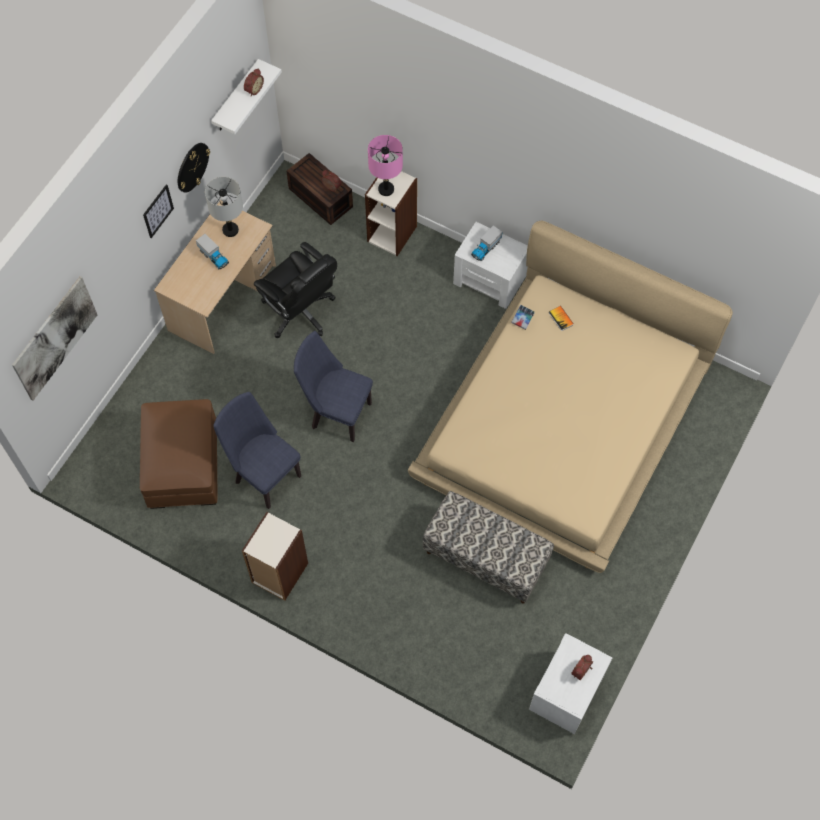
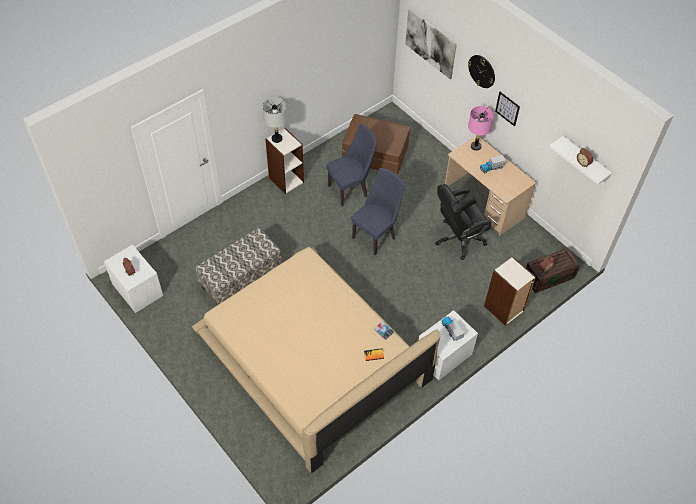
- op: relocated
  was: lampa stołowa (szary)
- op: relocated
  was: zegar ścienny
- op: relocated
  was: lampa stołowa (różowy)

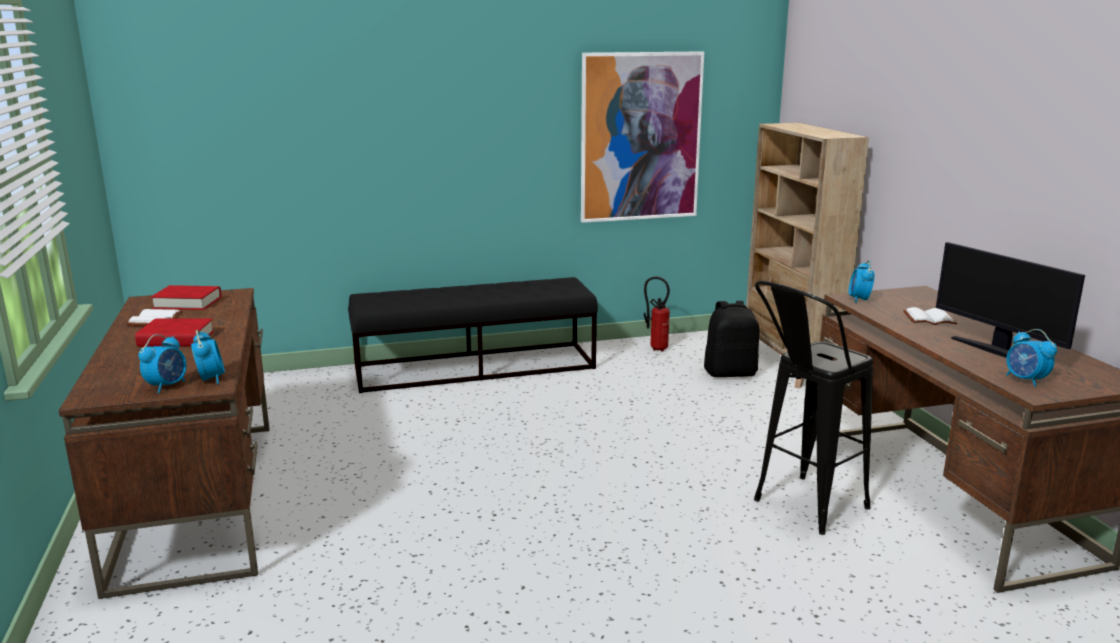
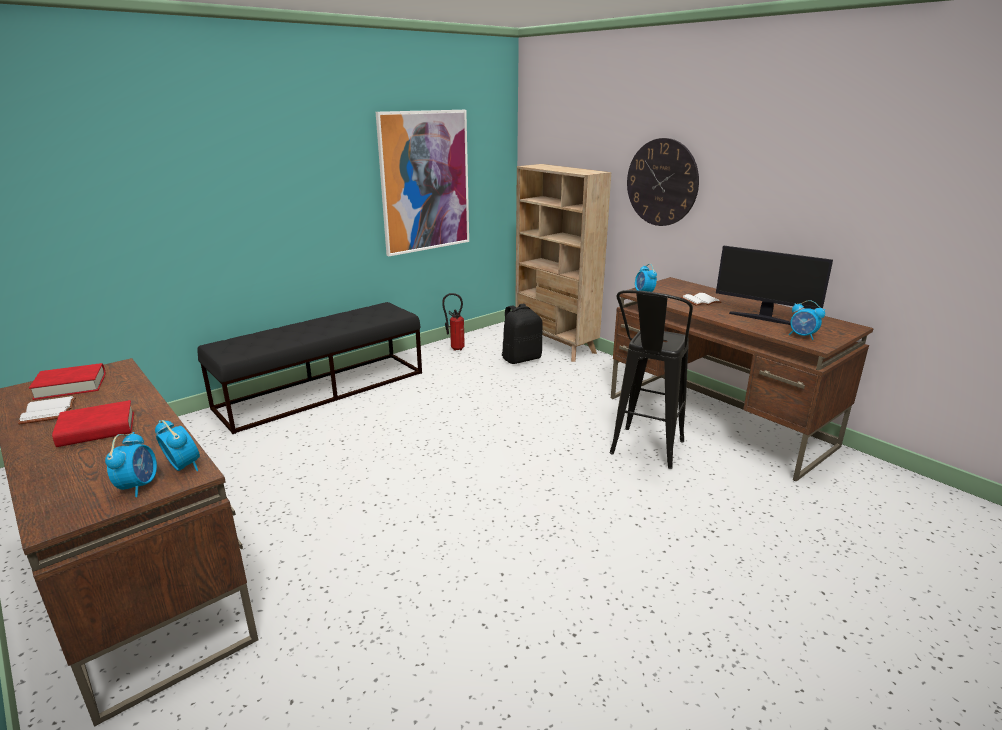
- op: appeared
  now: zegar ścienny

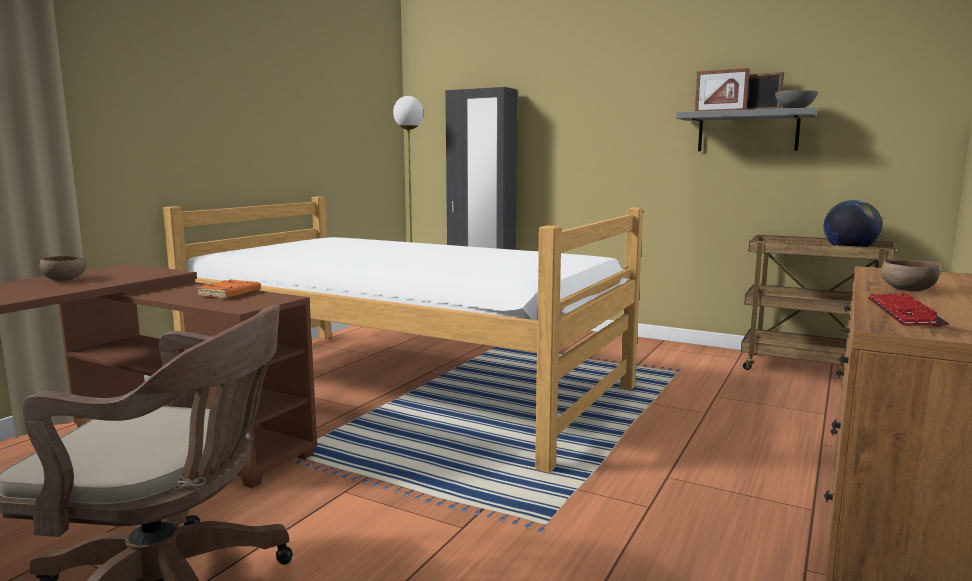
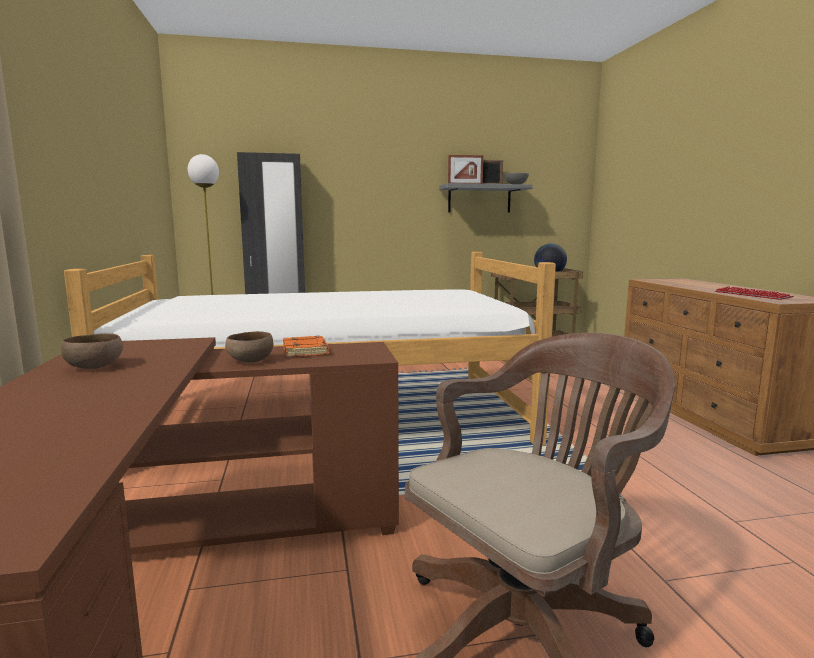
- op: relocated
  was: miska (brązowy) (no. 2 from left)

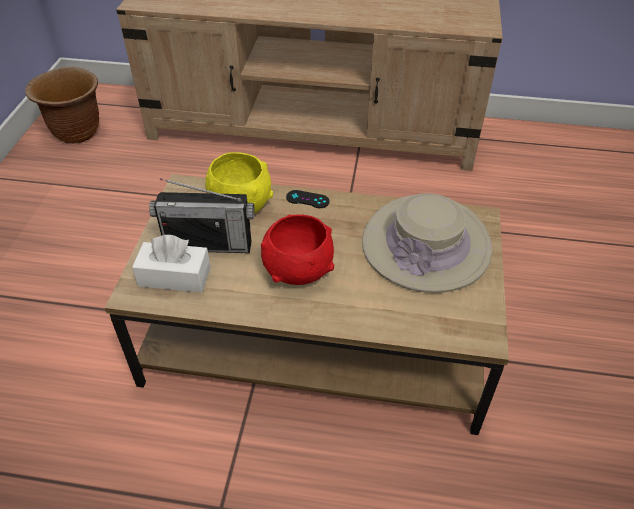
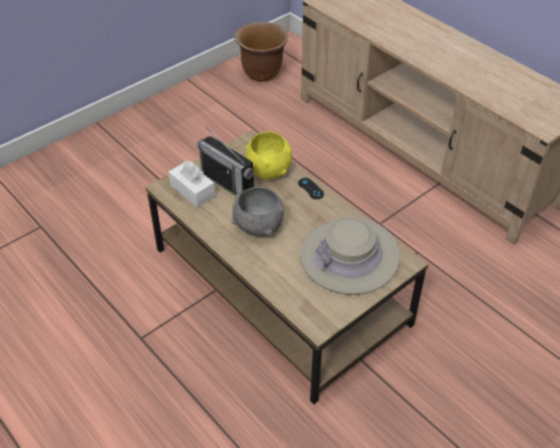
- op: colour
  was: miska (czerwony)
  now: miska (szary)

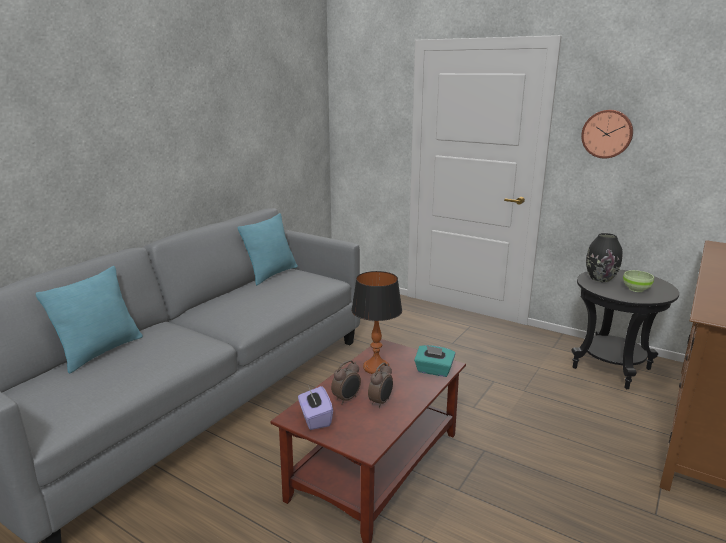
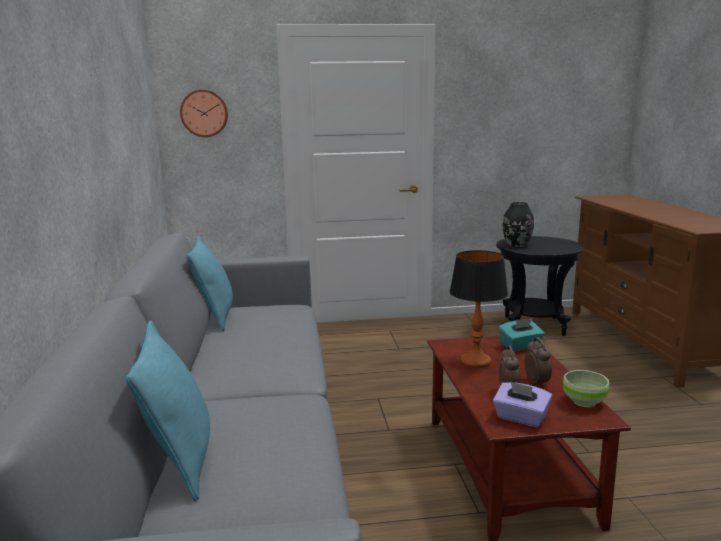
- op: relocated
  was: zegar ścienny
- op: relocated
  was: miska (zielony)

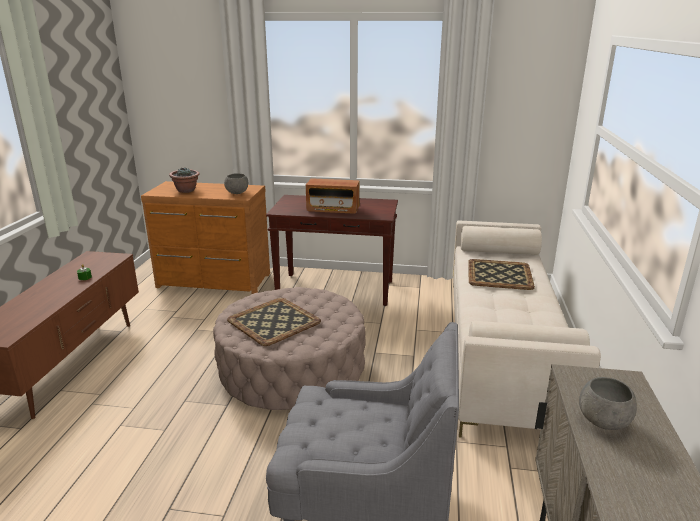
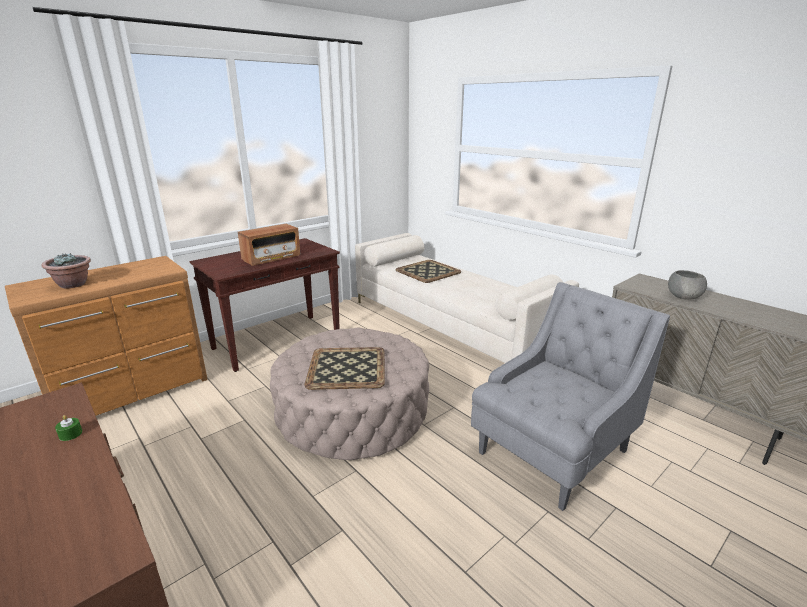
- op: missing
  was: miska (szary) (no. 1 from left)

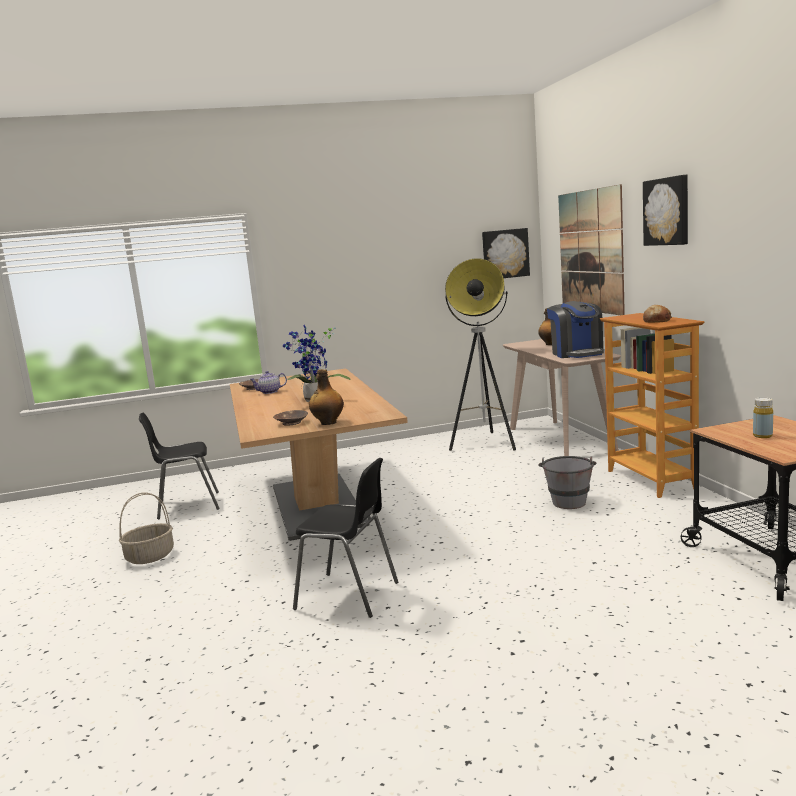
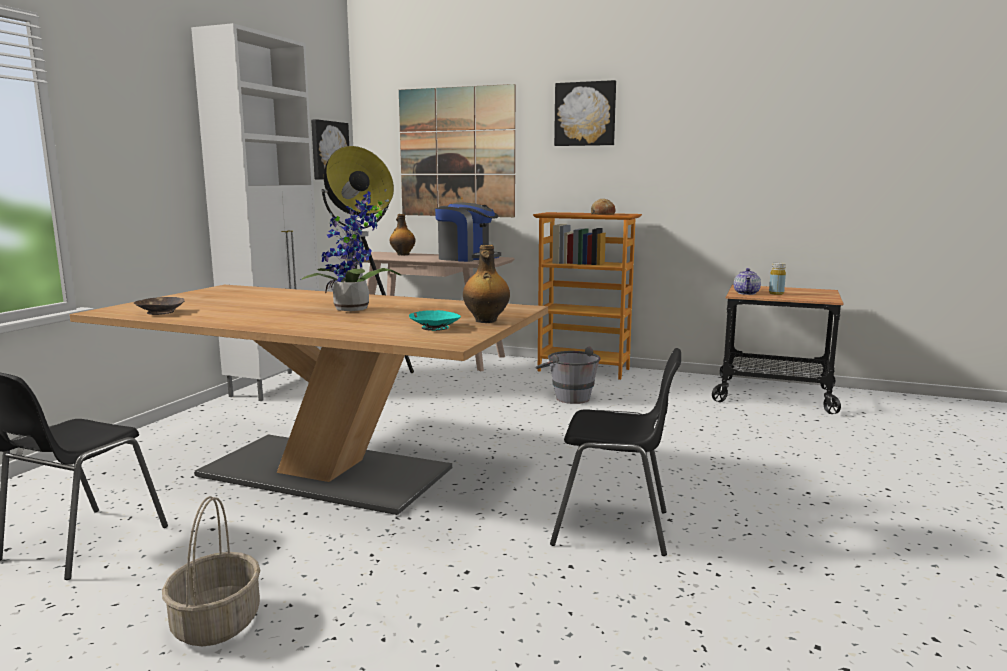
- op: appeared
  now: szafka (biały)
- op: colour
  was: miska (brązowy) (no. 2 from left)
  now: miska (turkusowy)
- op: spun
  was: krzesło (czarny) (no. 2 from left)
  clockwise: 45
- op: relocated
  was: imbryk

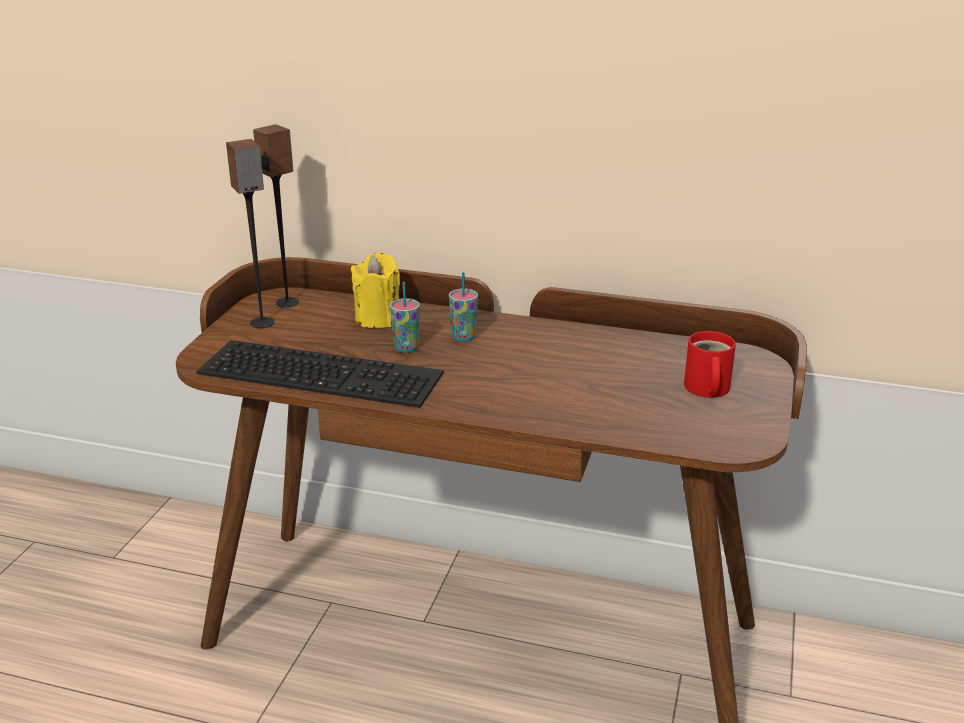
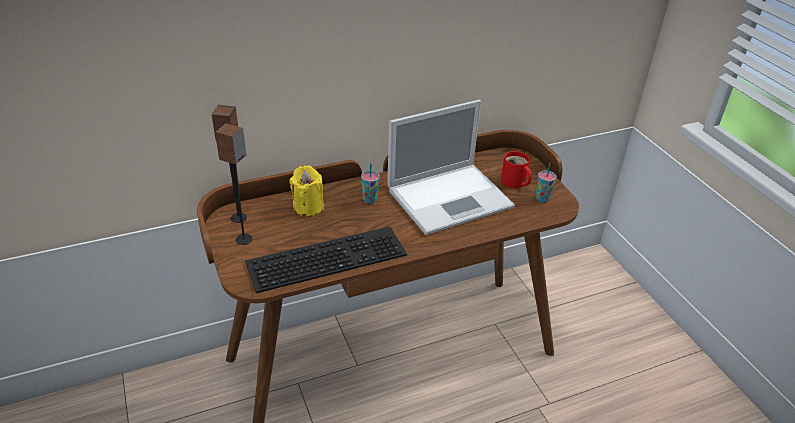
- op: appeared
  now: laptop
- op: relocated
  was: filiżanka (no. 1 from left in the first image)
  now: filiżanka (no. 2 from left)

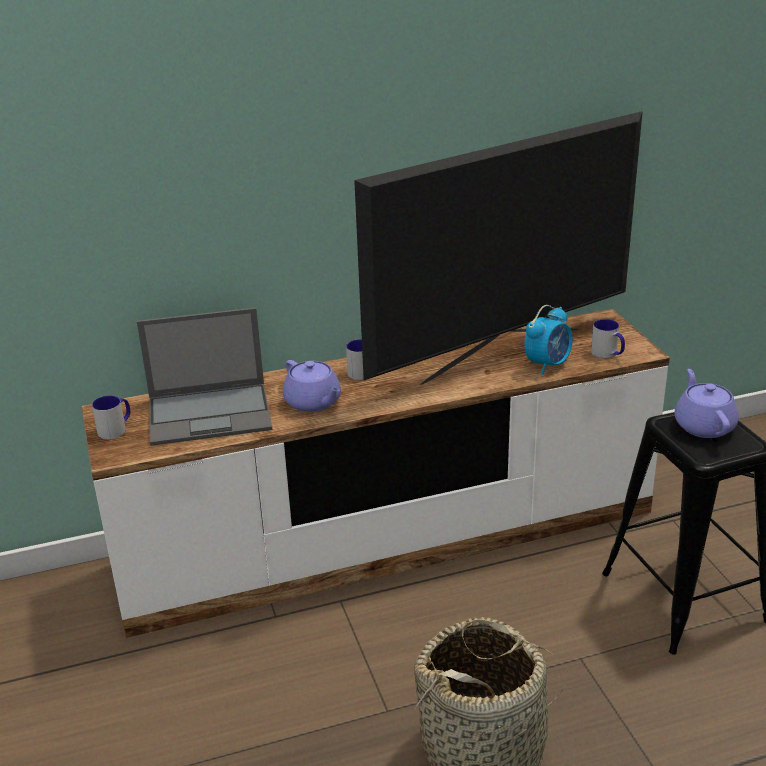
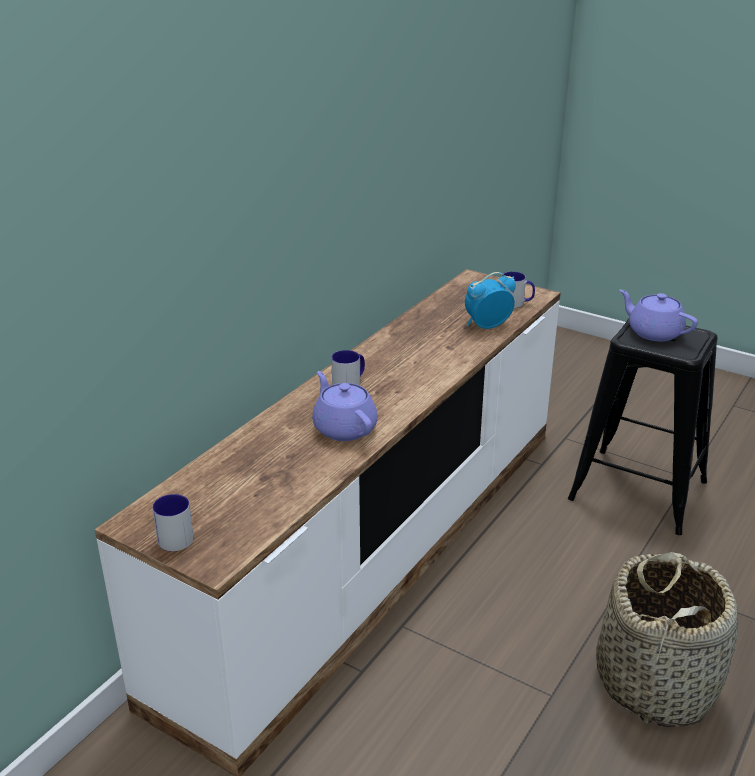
- op: spun
  was: imbryk (fioletowy) (no. 1 from left)
  clockwise: -135
- op: spun
  was: budzik
  clockwise: -120
- op: missing
  was: laptop
- op: missing
  was: telewizor

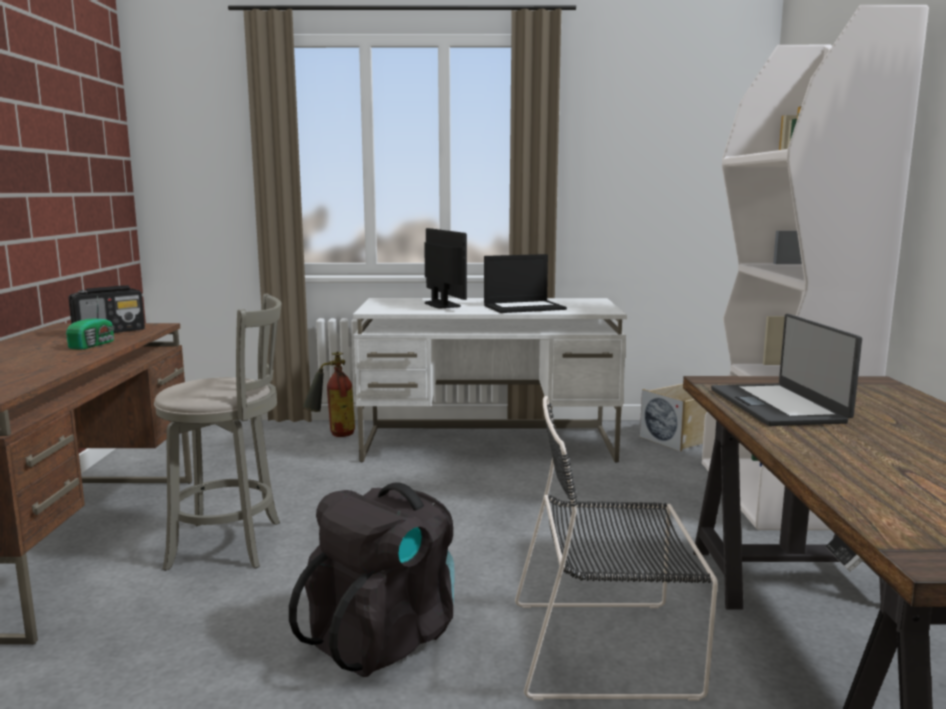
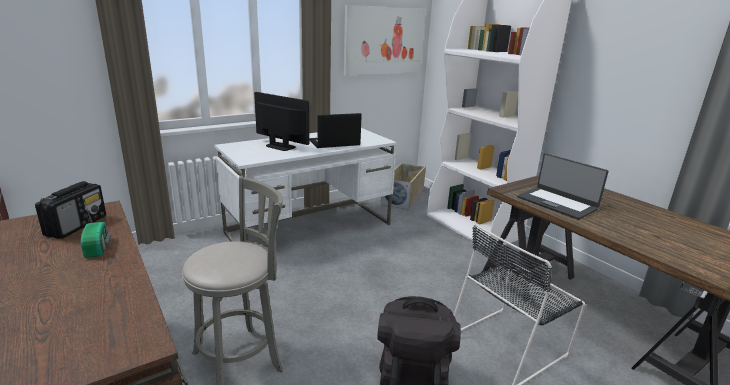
- op: spun
  was: laptop (no. 1 from left)
  clockwise: -150
- op: appeared
  now: obraz
- op: missing
  was: gaśnica

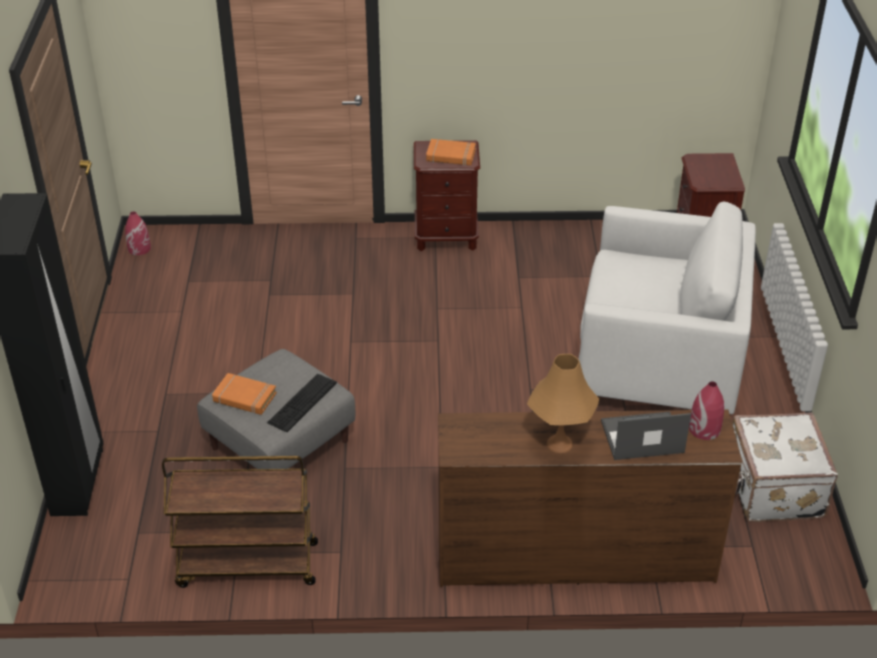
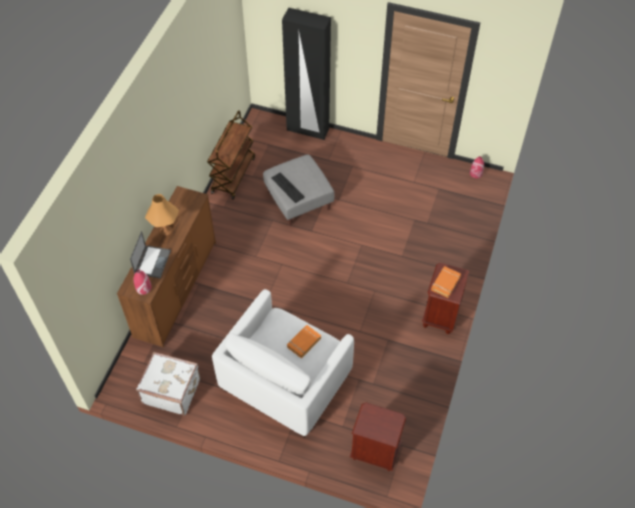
- op: relocated
  was: książka (pomarańczowy) (no. 1 from left)

